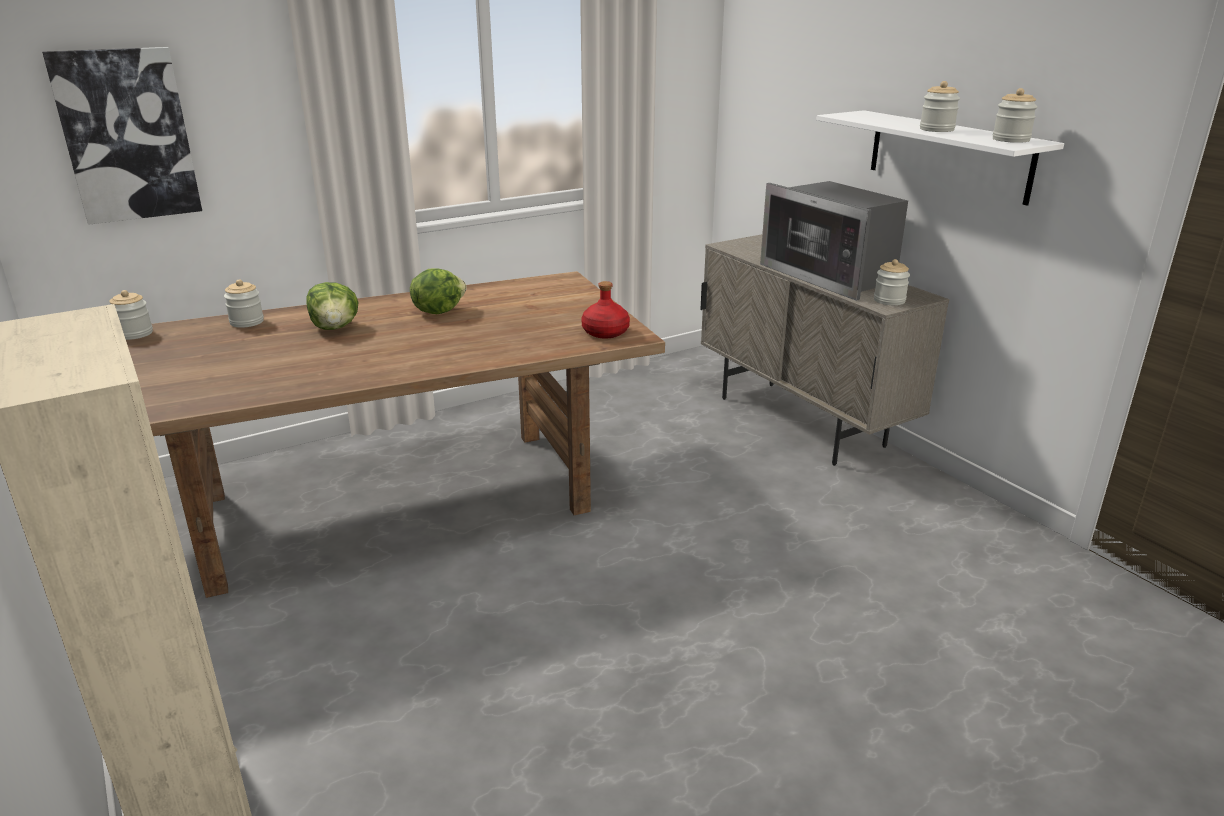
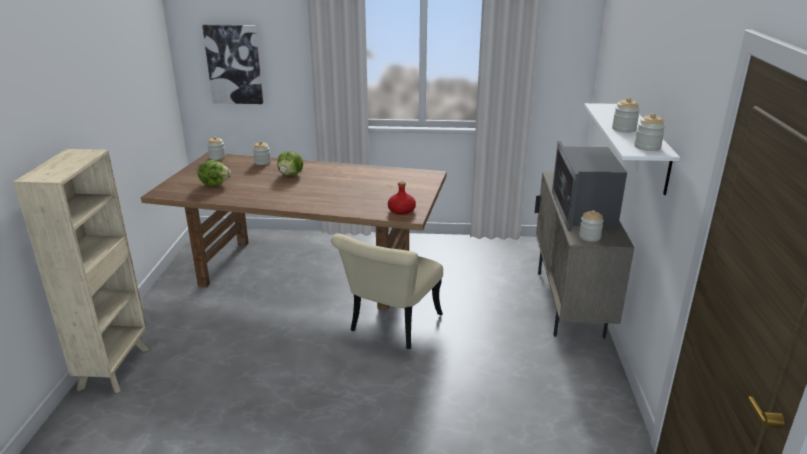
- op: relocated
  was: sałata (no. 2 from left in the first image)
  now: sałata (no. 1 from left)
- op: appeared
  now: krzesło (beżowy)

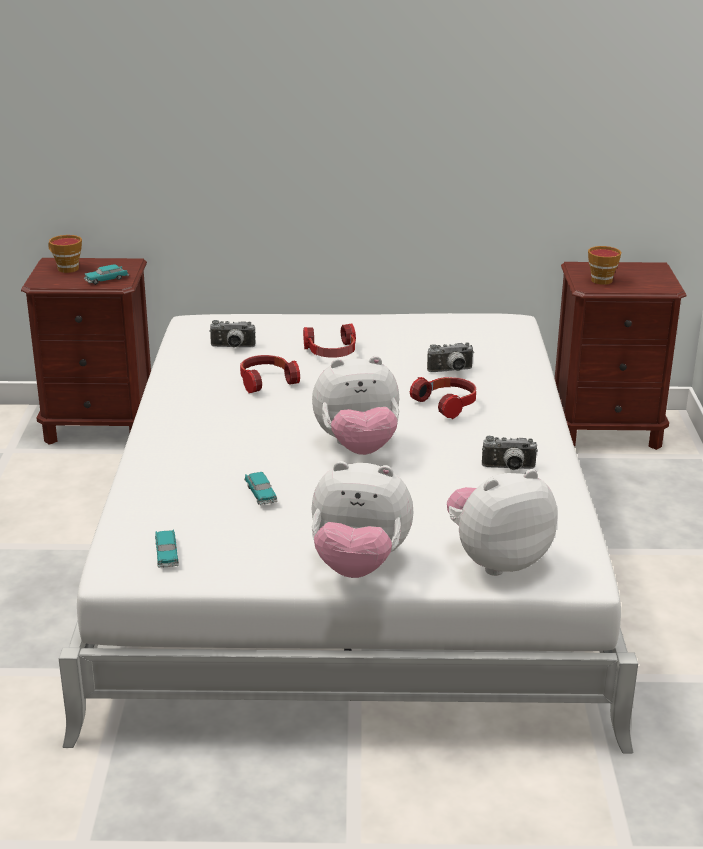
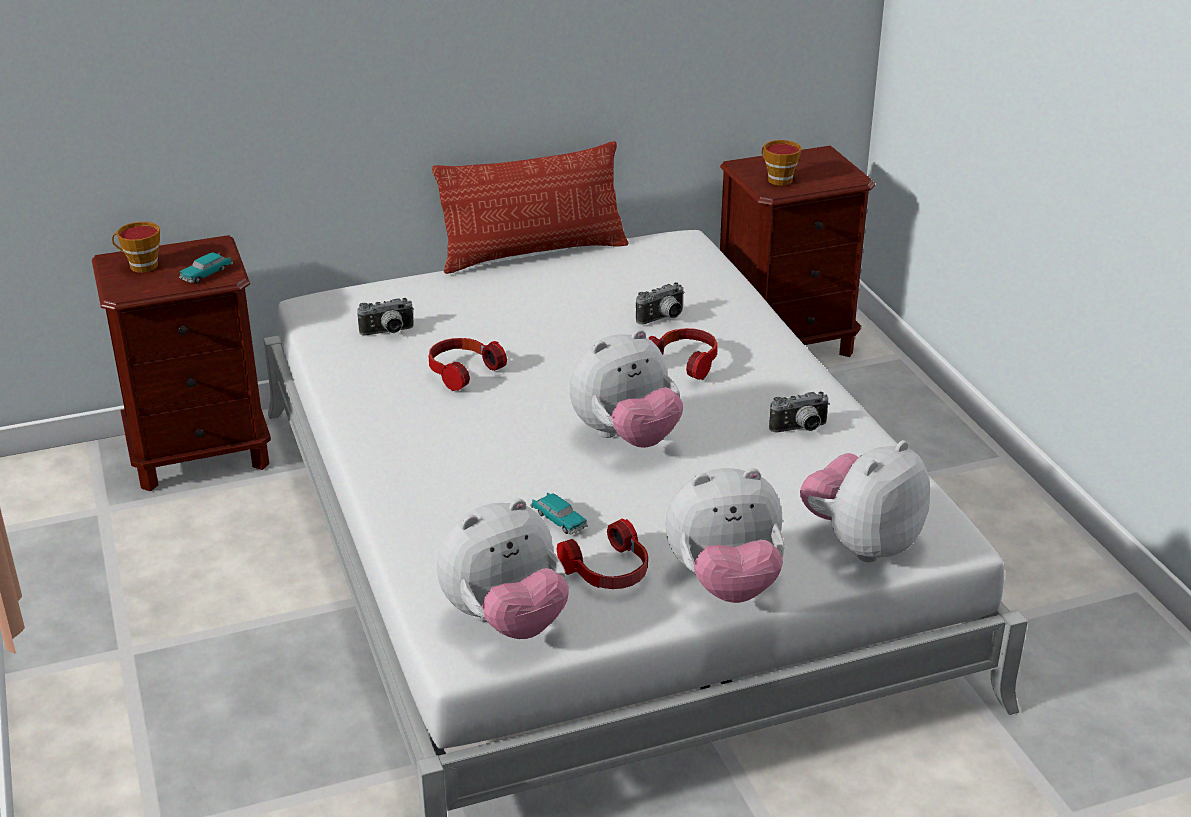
- op: appeared
  now: poduszka
- op: exchanged
  was: samochodzik (no. 2 from left)
  now: pluszak (no. 1 from left)
- op: relocated
  was: słuchawki (no. 2 from left)

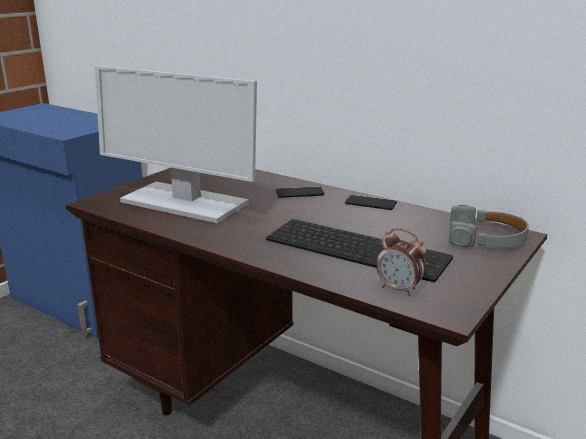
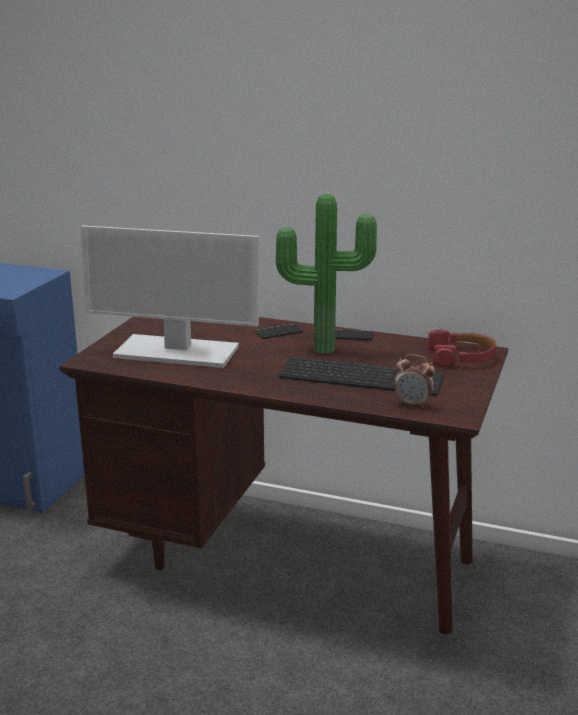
- op: appeared
  now: roślina doniczkowa
- op: colour
  was: słuchawki (szary)
  now: słuchawki (czerwony)

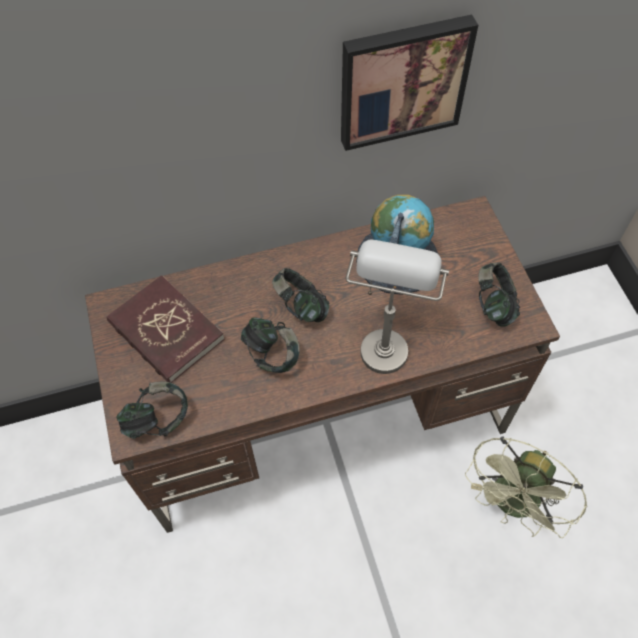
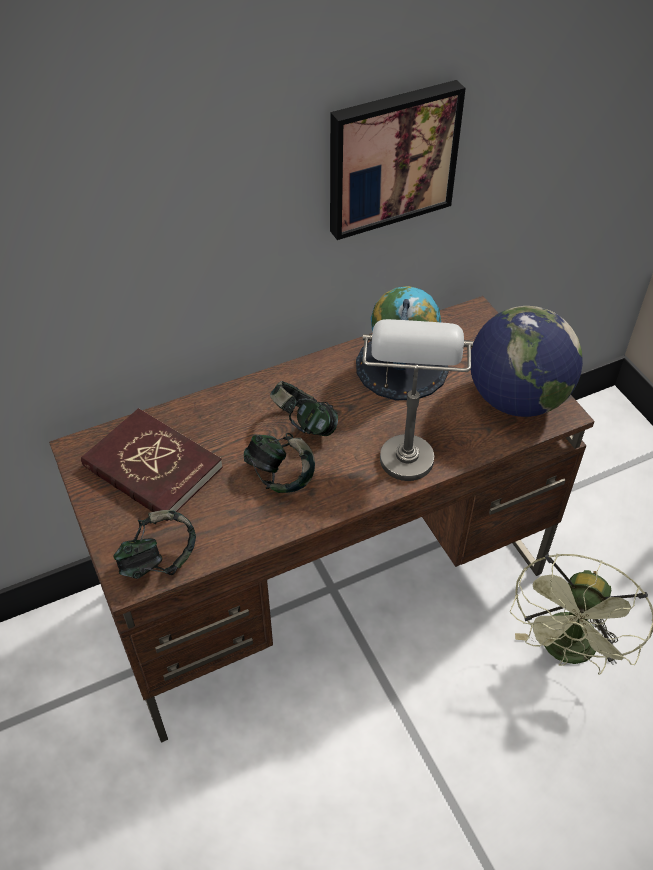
- op: exchanged
  was: słuchawki (no. 4 from left)
  now: globus (no. 2 from left)

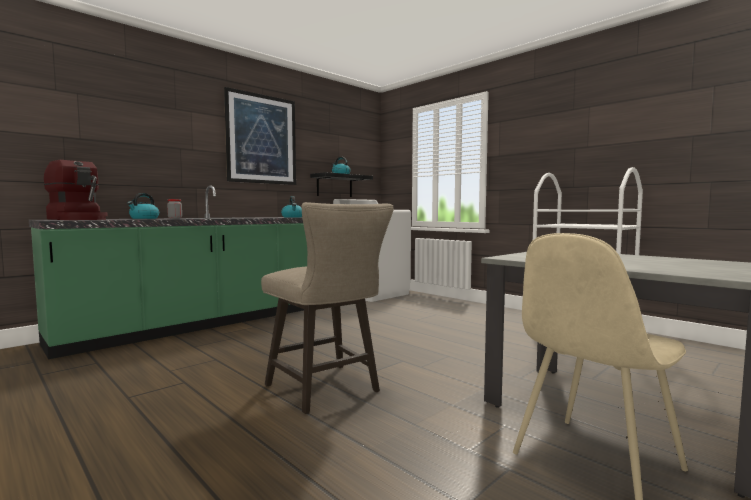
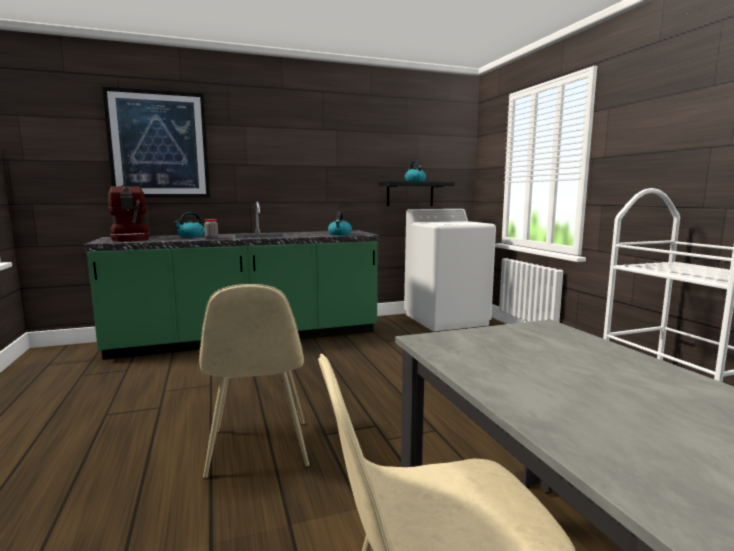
- op: relocated
  was: obraz
- op: exchanged
  was: stołek (beżowy)
  now: krzesło (beżowy) (no. 1 from left)

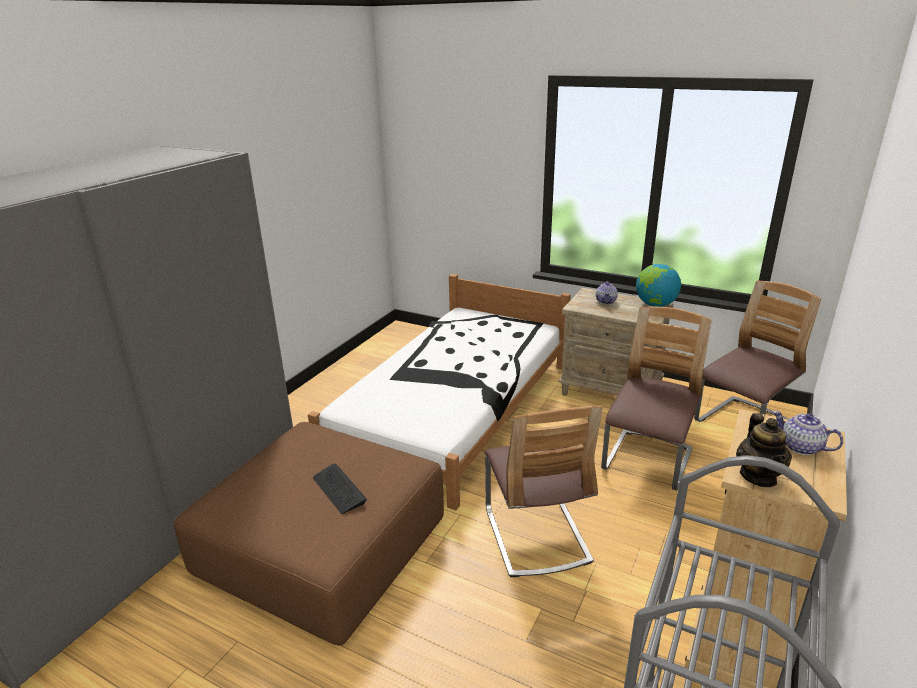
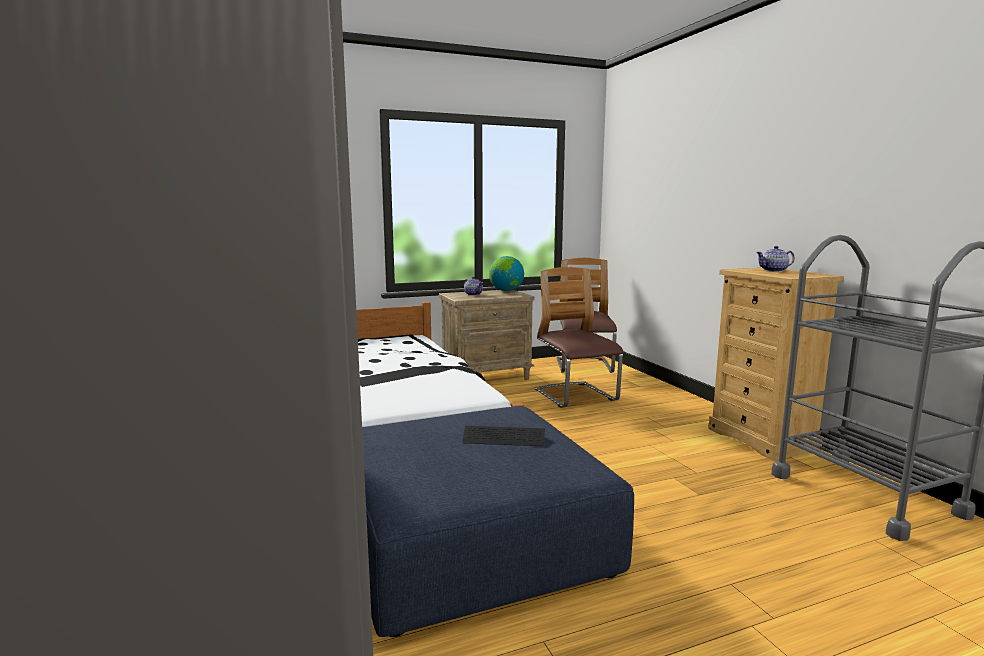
- op: colour
  was: pufa (brązowy)
  now: pufa (niebieski)
- op: missing
  was: krzesło (no. 1 from left)
- op: missing
  was: imbryk (no. 2 from left)

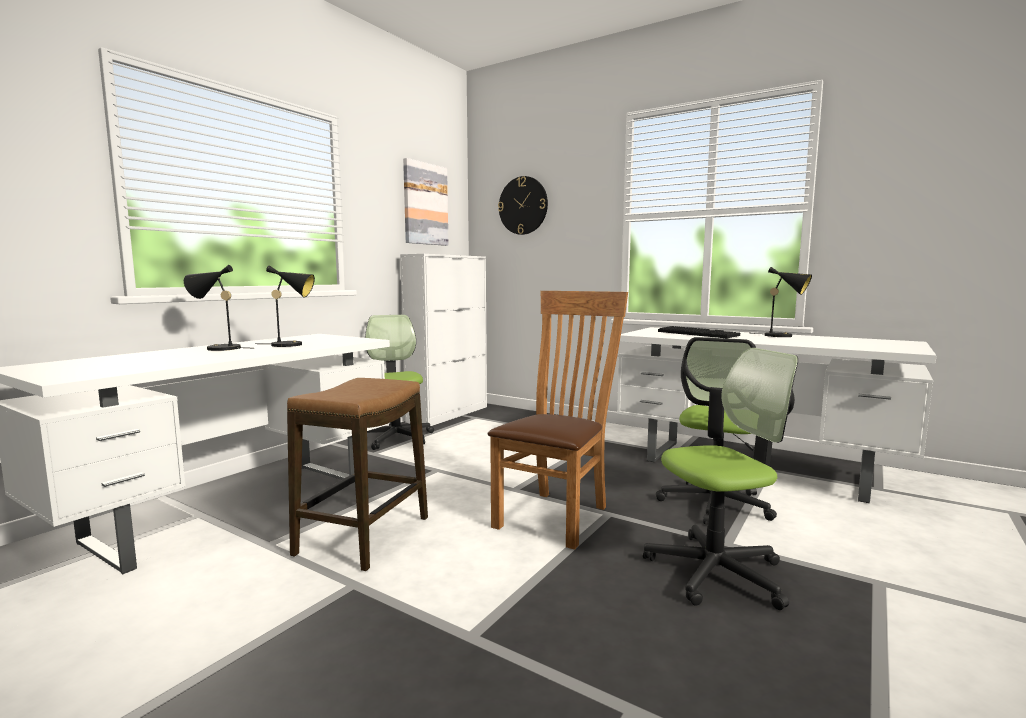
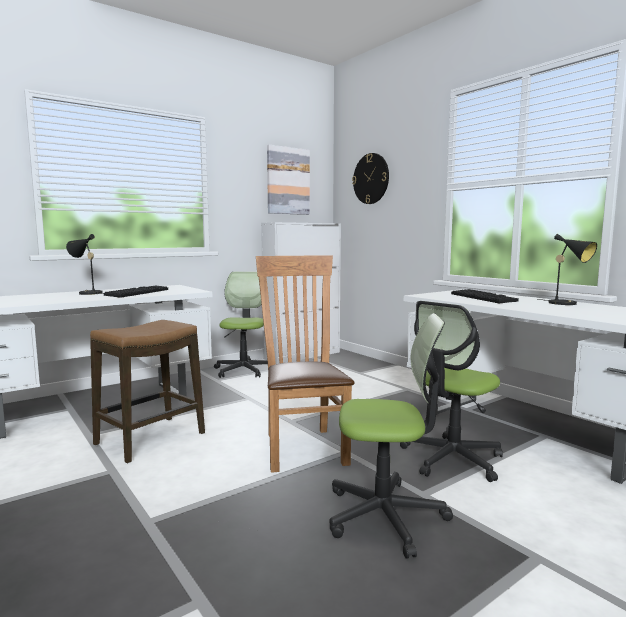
- op: exchanged
  was: lampa stołowa (czarny) (no. 2 from left)
  now: klawiatura (no. 1 from left)
- op: spun
  was: krzesło (brązowy)
  clockwise: -60

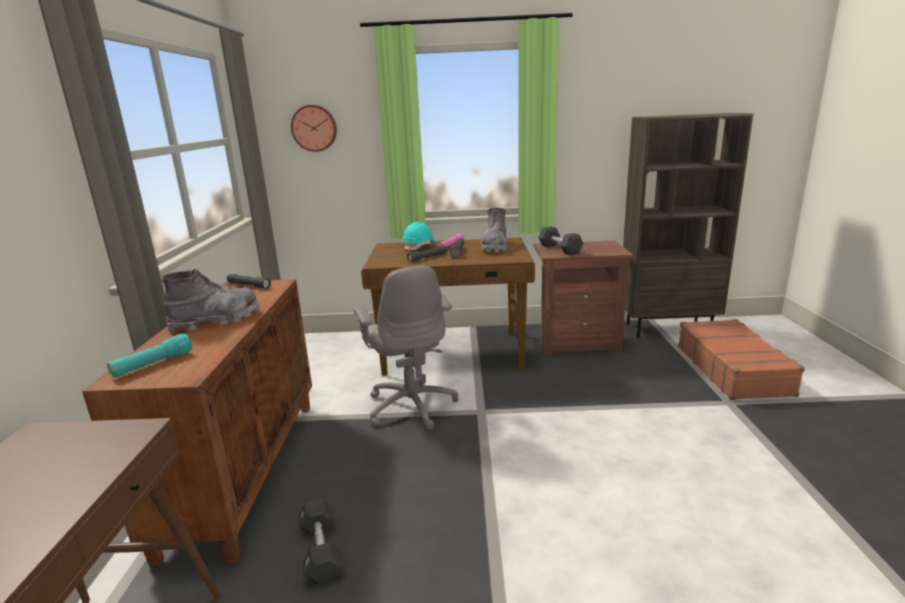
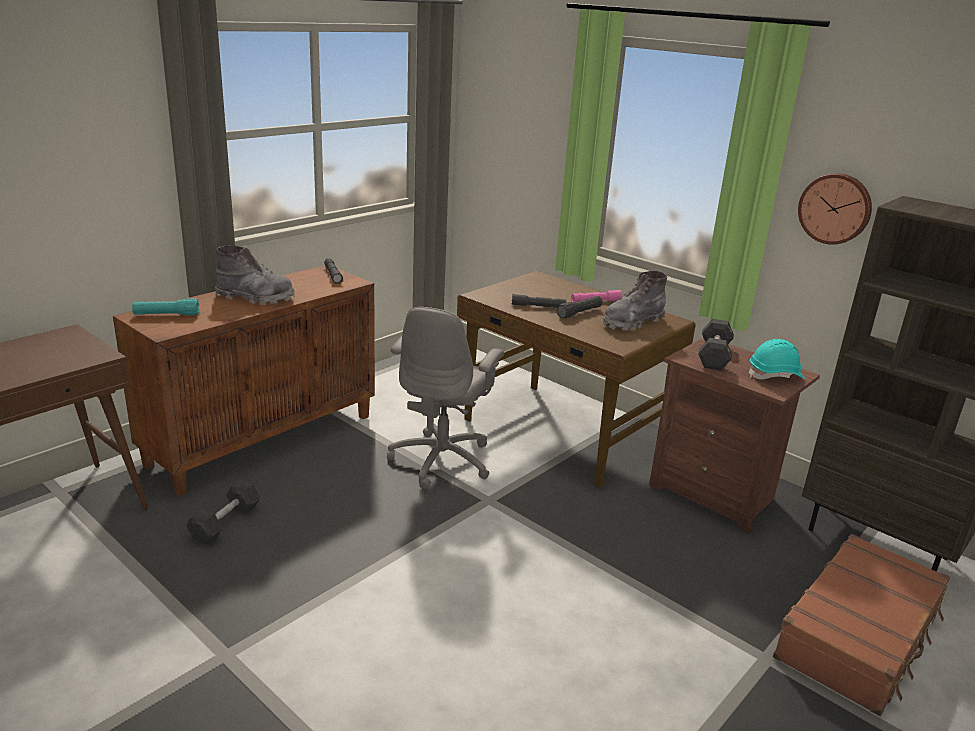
- op: relocated
  was: kask (turkusowy)
- op: relocated
  was: zegar ścienny

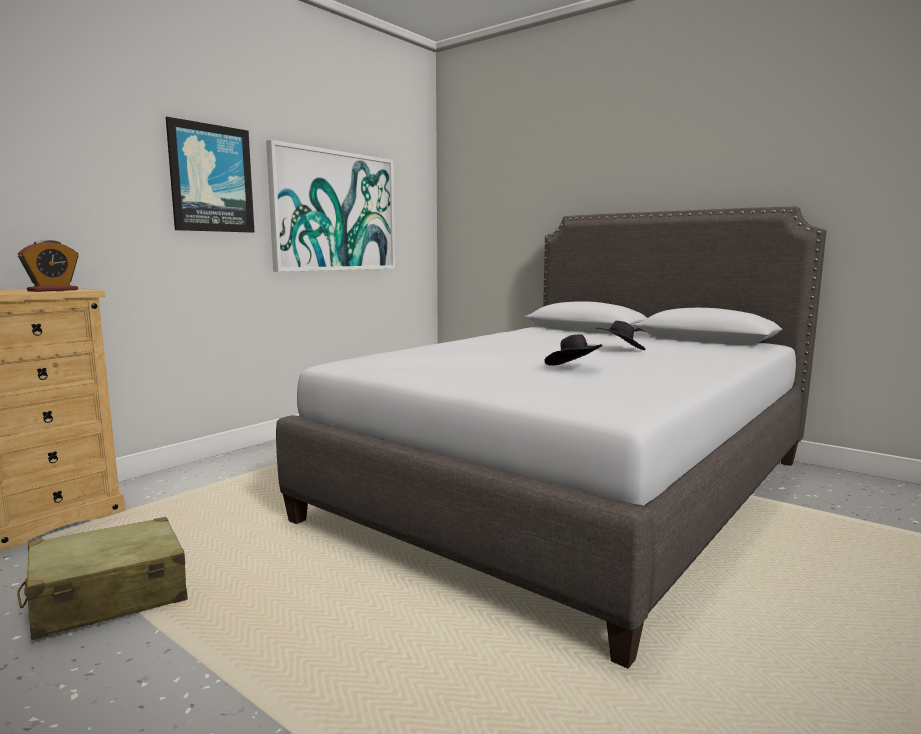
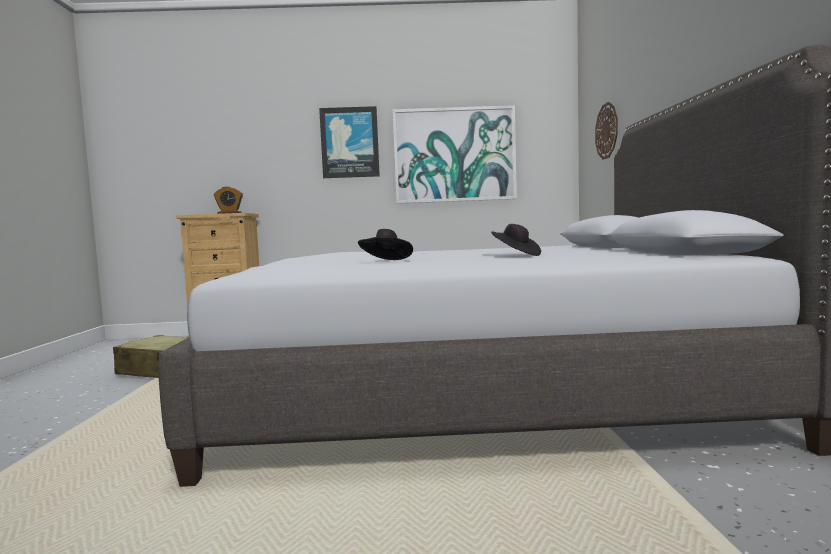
- op: appeared
  now: zegar ścienny

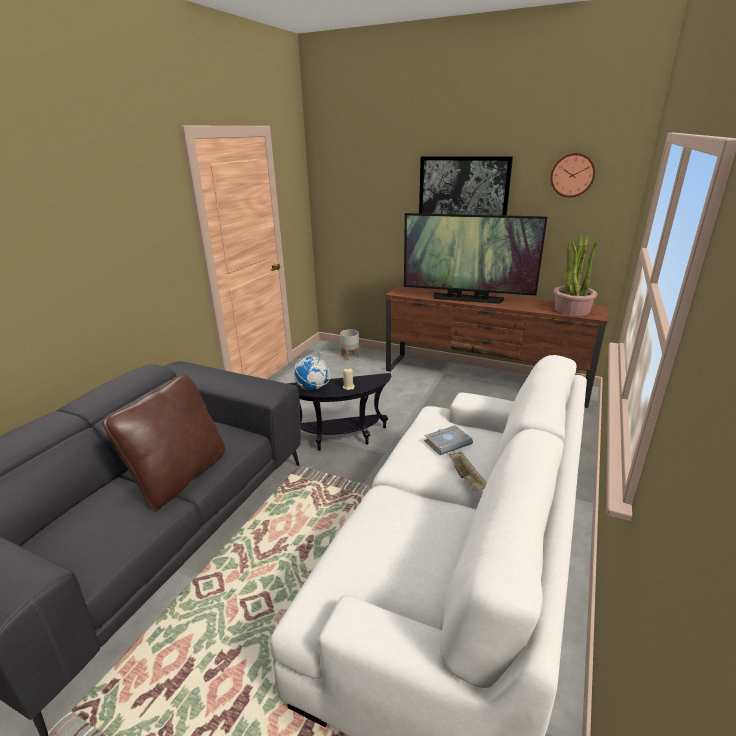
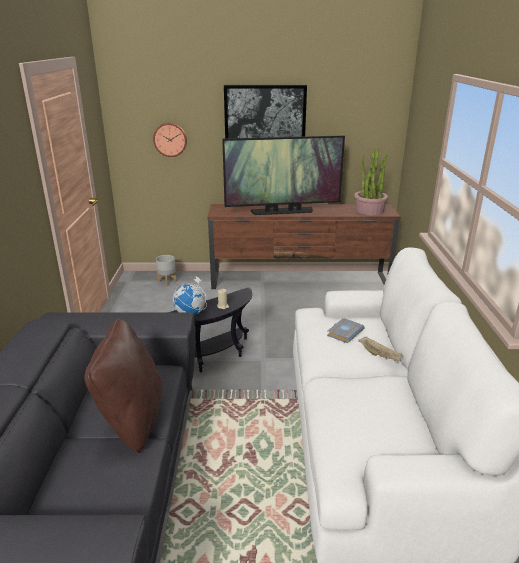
- op: relocated
  was: zegar ścienny

